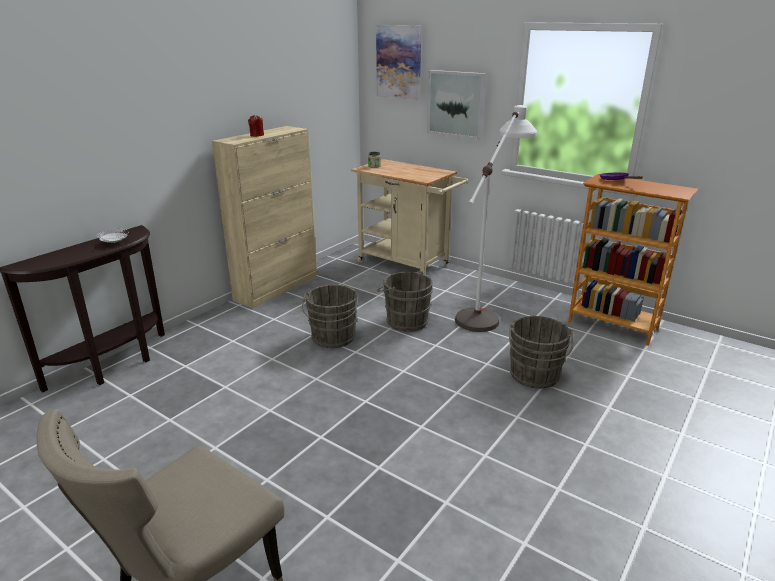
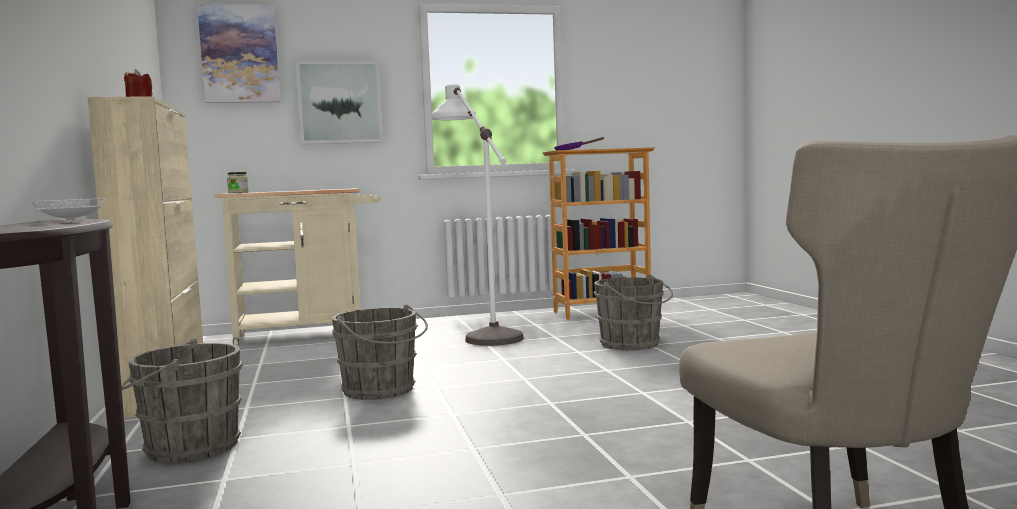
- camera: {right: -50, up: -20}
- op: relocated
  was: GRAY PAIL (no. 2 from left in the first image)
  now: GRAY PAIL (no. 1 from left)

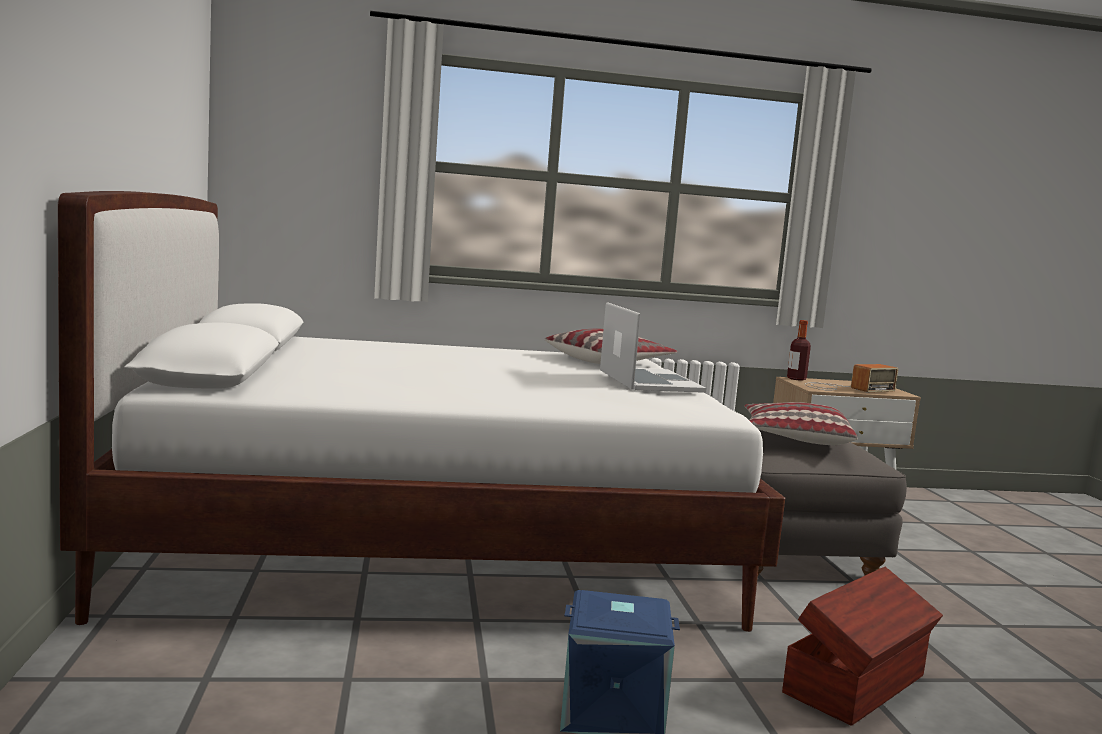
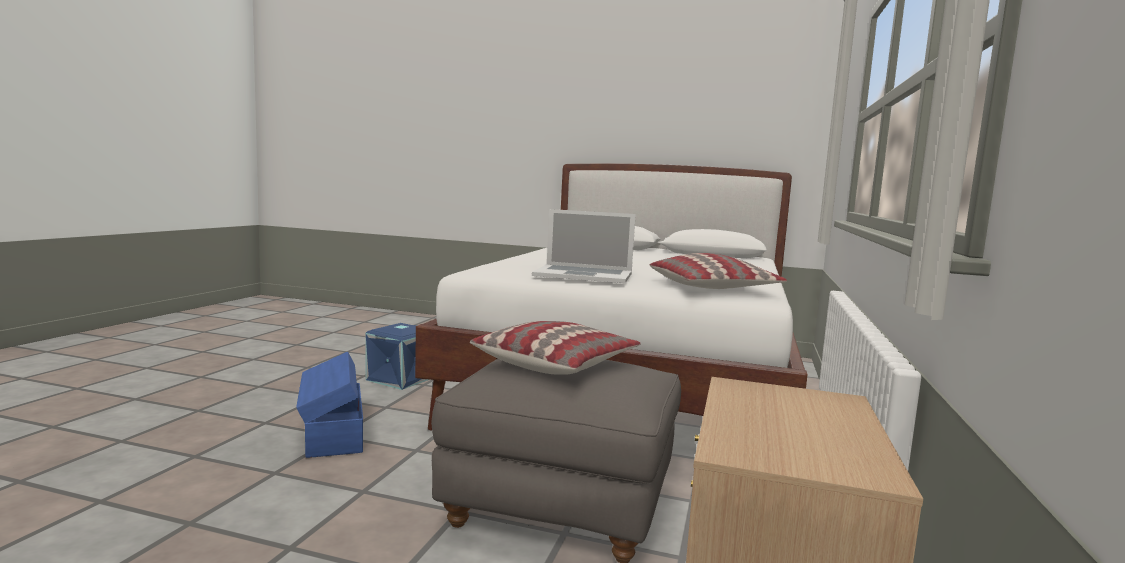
- camera: {right: 115, up: 0}
- op: colour
  was: BROWNISH STORAGE BOX
  now: BLUISH STORAGE BOX (no. 1 from left)
- op: missing
  was: BOTTLE
- op: missing
  was: RADIO RECEIVER

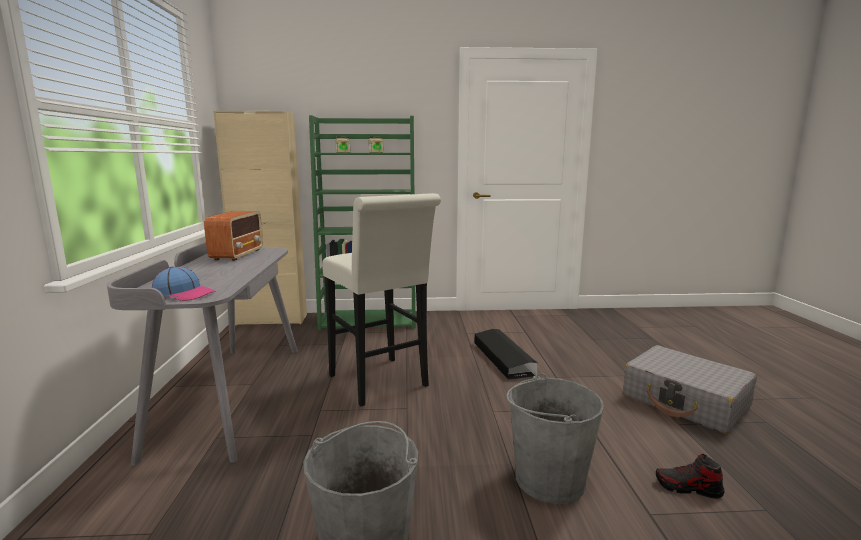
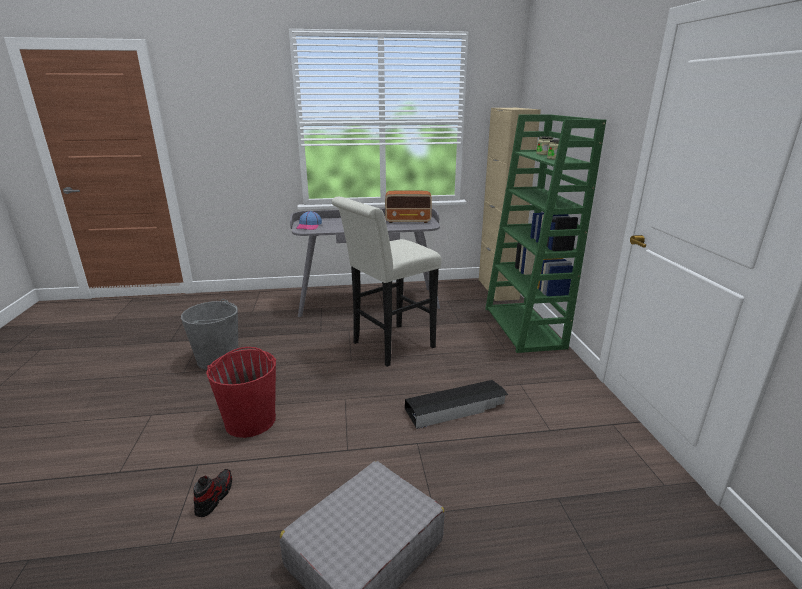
- camera: {right: 85, up: 10}
- op: colour
  was: GRAY PAIL (no. 2 from left)
  now: RED-COLOURED PAIL

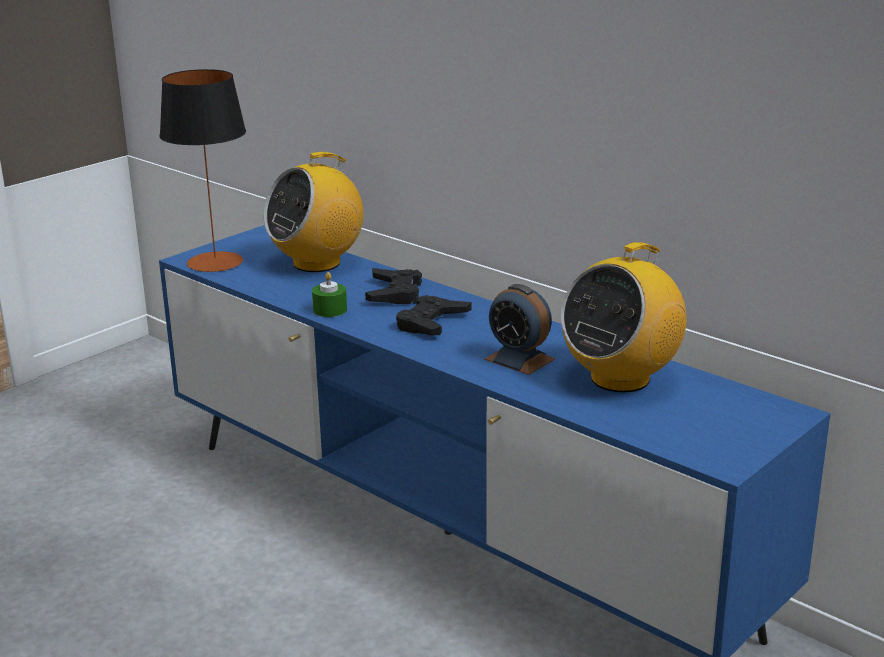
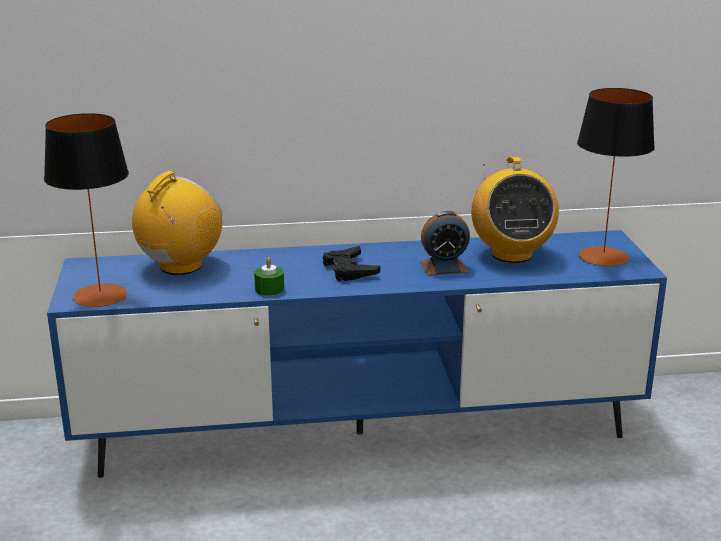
- camera: {right: -50, up: 0}
- op: spun
  was: RADIO RECEIVER (no. 1 from left)
  clockwise: -150
- op: missing
  was: BLACKISH JOYPAD (no. 1 from left)
- op: appeared
  now: TABLETOP LAMP (no. 2 from left)

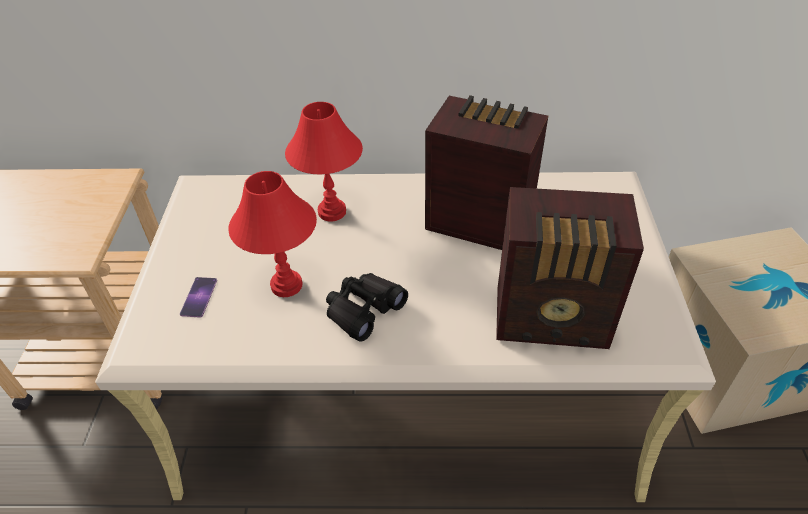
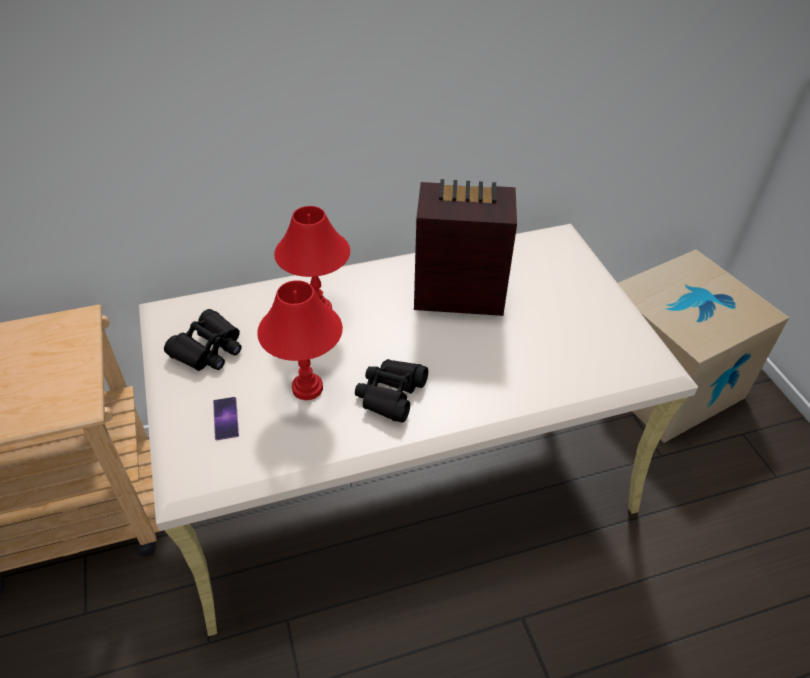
- camera: {right: -20, up: 0}
- op: missing
  was: RADIO RECEIVER (no. 2 from left)
- op: appeared
  now: BLACKISH PAIR OF BINOCULARS (no. 1 from left)

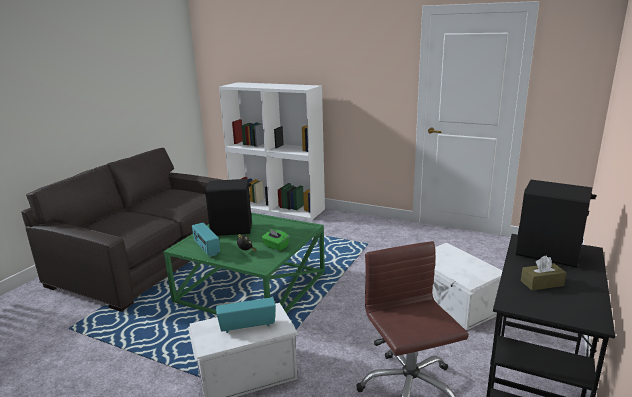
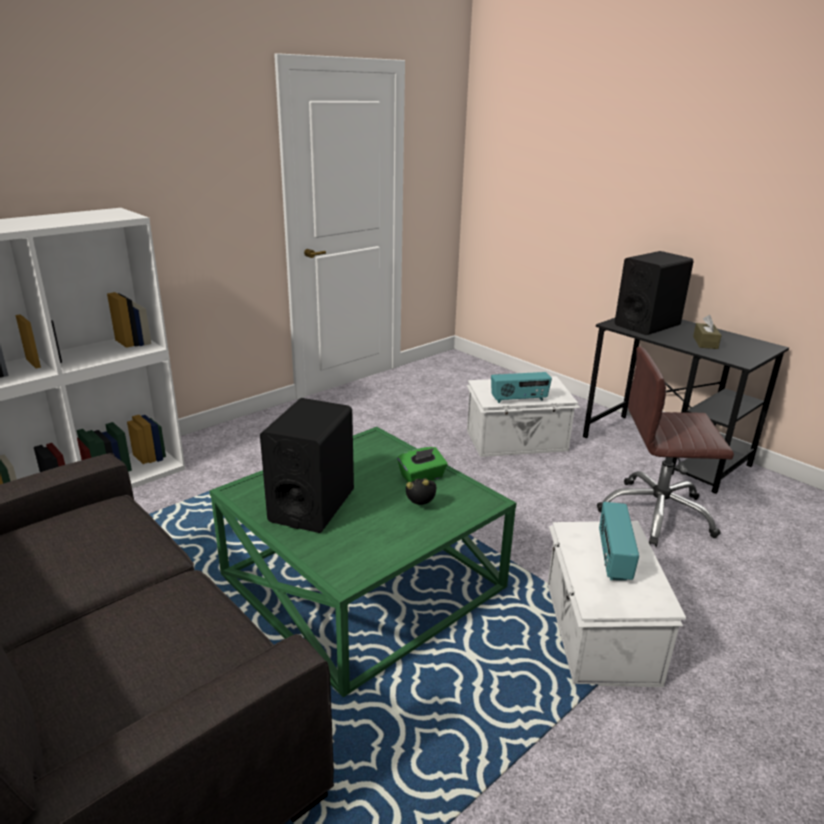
- camera: {right: -70, up: 5}
- op: relocated
  was: RADIO RECEIVER (no. 1 from left)

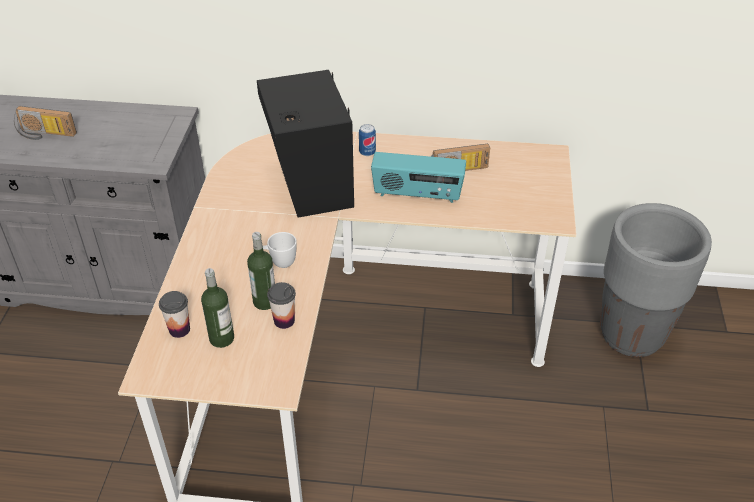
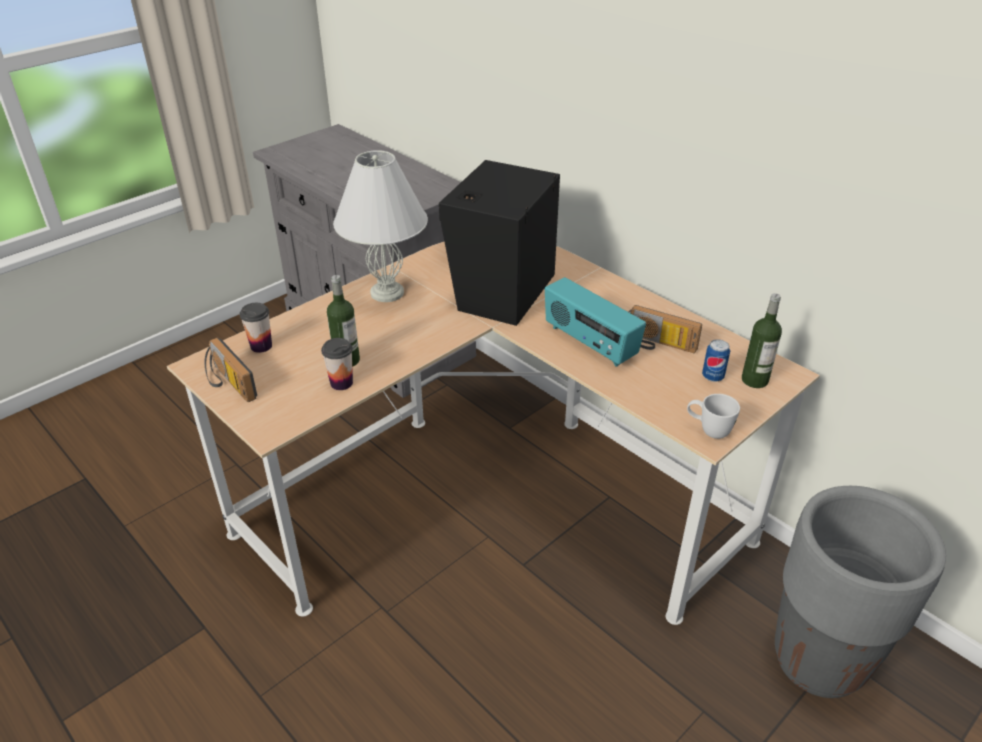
- camera: {right: 40, up: -5}
- op: relocated
  was: RADIO RECEIVER (no. 1 from left)
- op: relocated
  was: BOTTLE (no. 1 from left in the first image)
  now: BOTTLE (no. 2 from left)
- op: relocated
  was: WHITISH COFFEE MUG
- op: relocated
  was: CAN
- op: appeared
  now: WHITISH TABLETOP LAMP

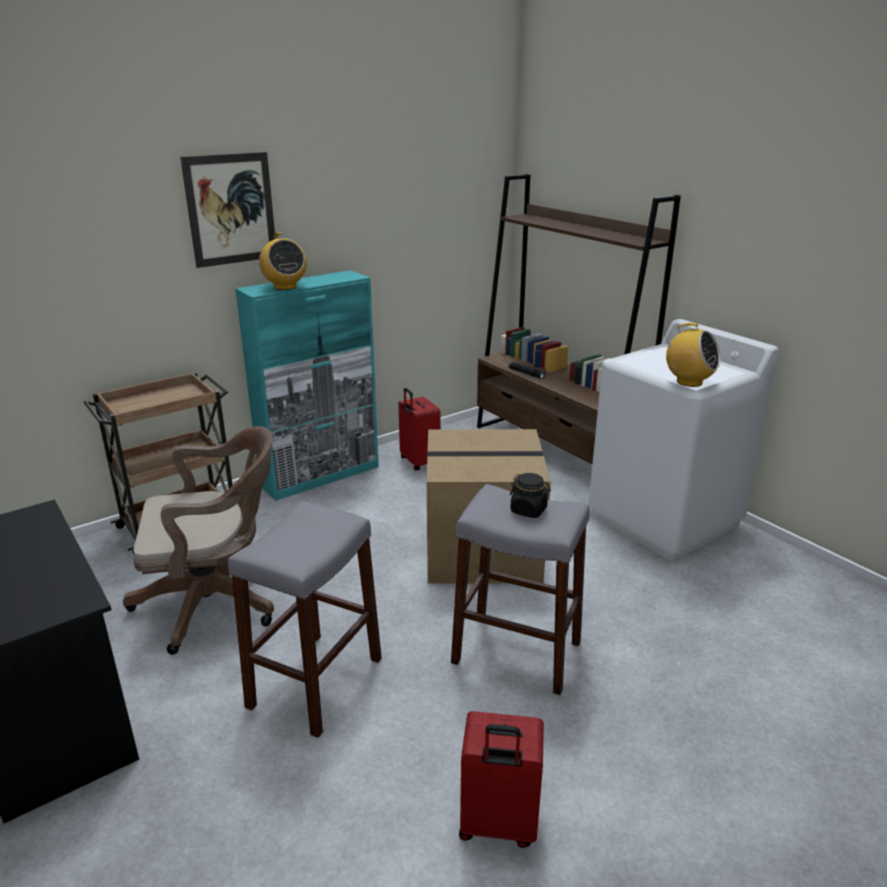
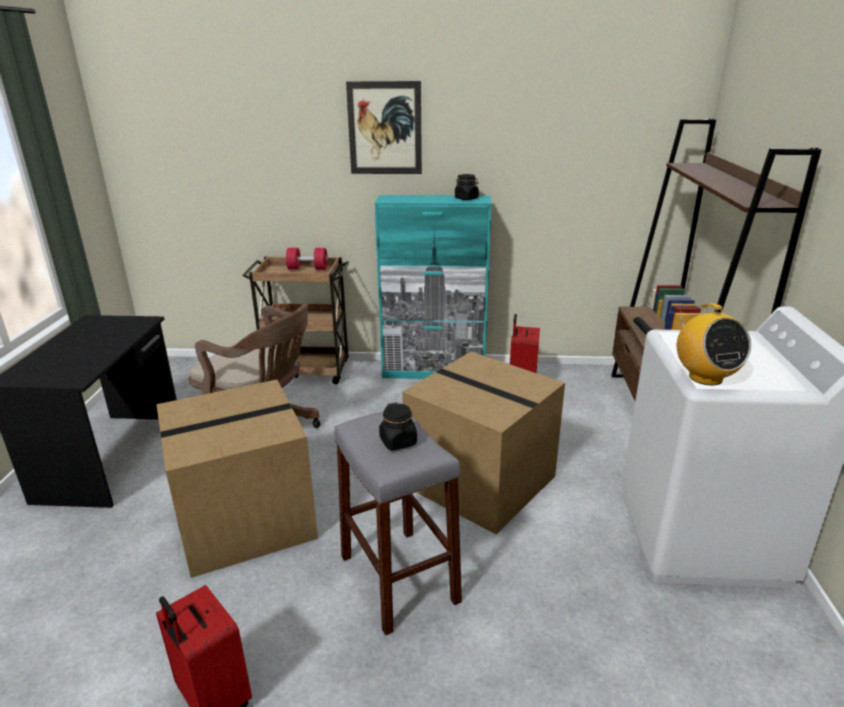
- camera: {right: 40, up: 0}
- op: exchanged
  was: GRAY SITTING STOOL (no. 1 from left)
  now: CARDBOARD BOX (no. 1 from left)
- op: missing
  was: RADIO RECEIVER (no. 1 from left)
- op: appeared
  now: RED-COLOURED HAND WEIGHT
- op: appeared
  now: BLACKISH STORAGE JAR (no. 2 from left)

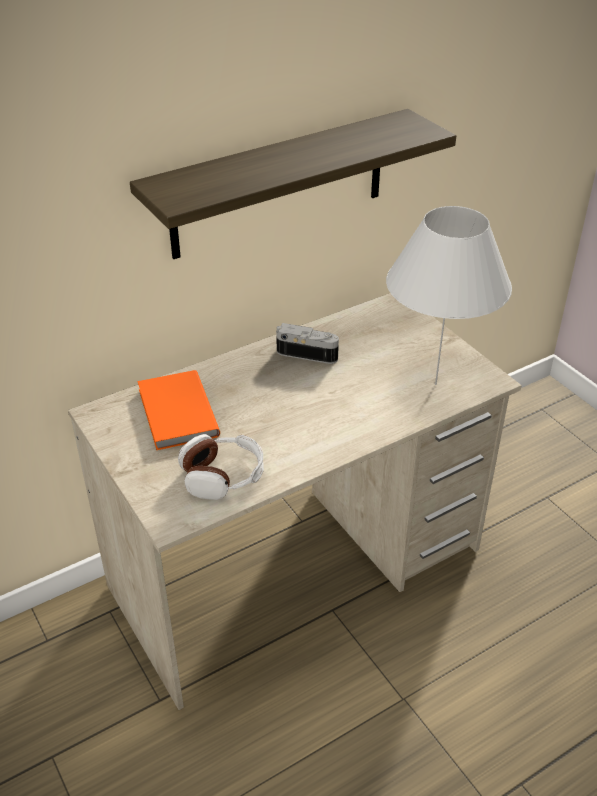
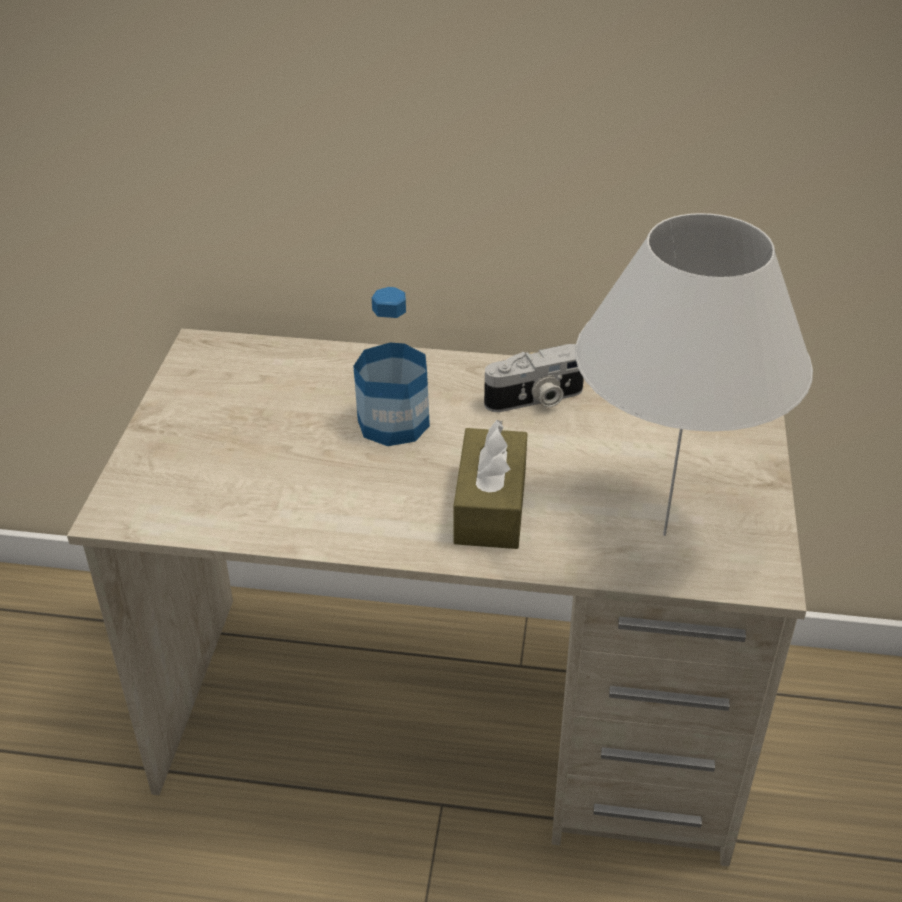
- camera: {right: 40, up: 0}
- op: missing
  was: WALL SHELF
- op: missing
  was: ORANGE BOUND BOOK
- op: missing
  was: PAIR OF HEADPHONES
- op: spun
  was: STILL CAMERA
  clockwise: 105
- op: appeared
  now: BOTTLE
- op: appeared
  now: BROWNISH TISSUE BOX

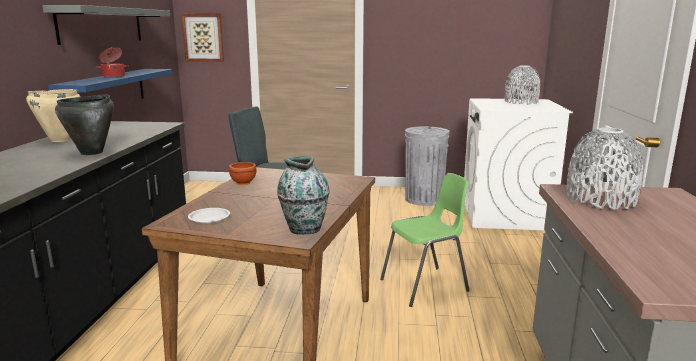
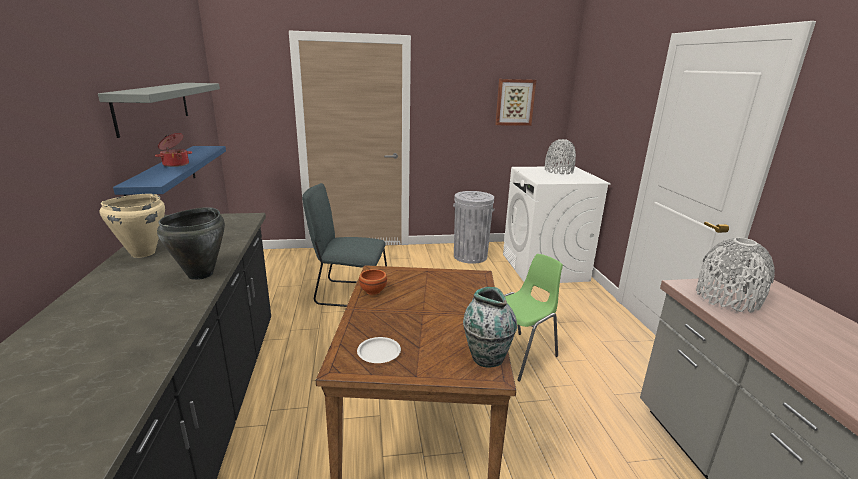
- camera: {right: -15, up: 5}
- op: relocated
  was: WALL ART

